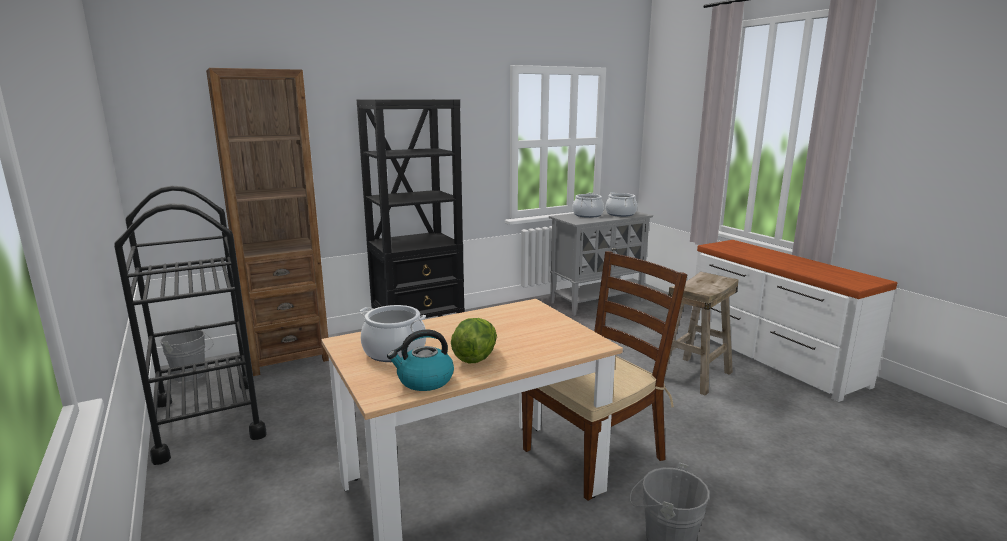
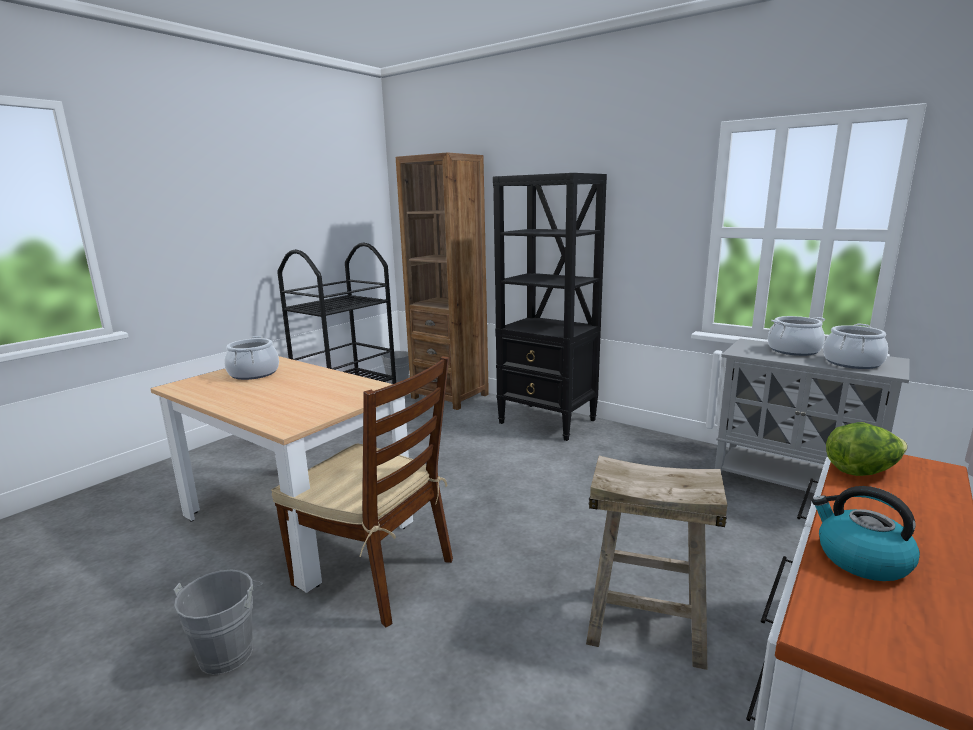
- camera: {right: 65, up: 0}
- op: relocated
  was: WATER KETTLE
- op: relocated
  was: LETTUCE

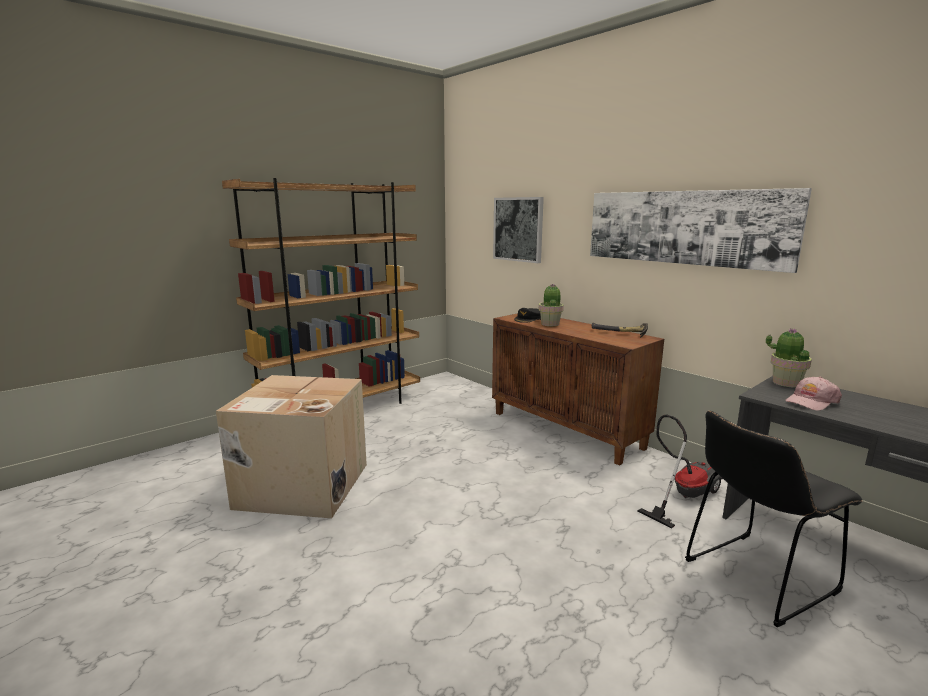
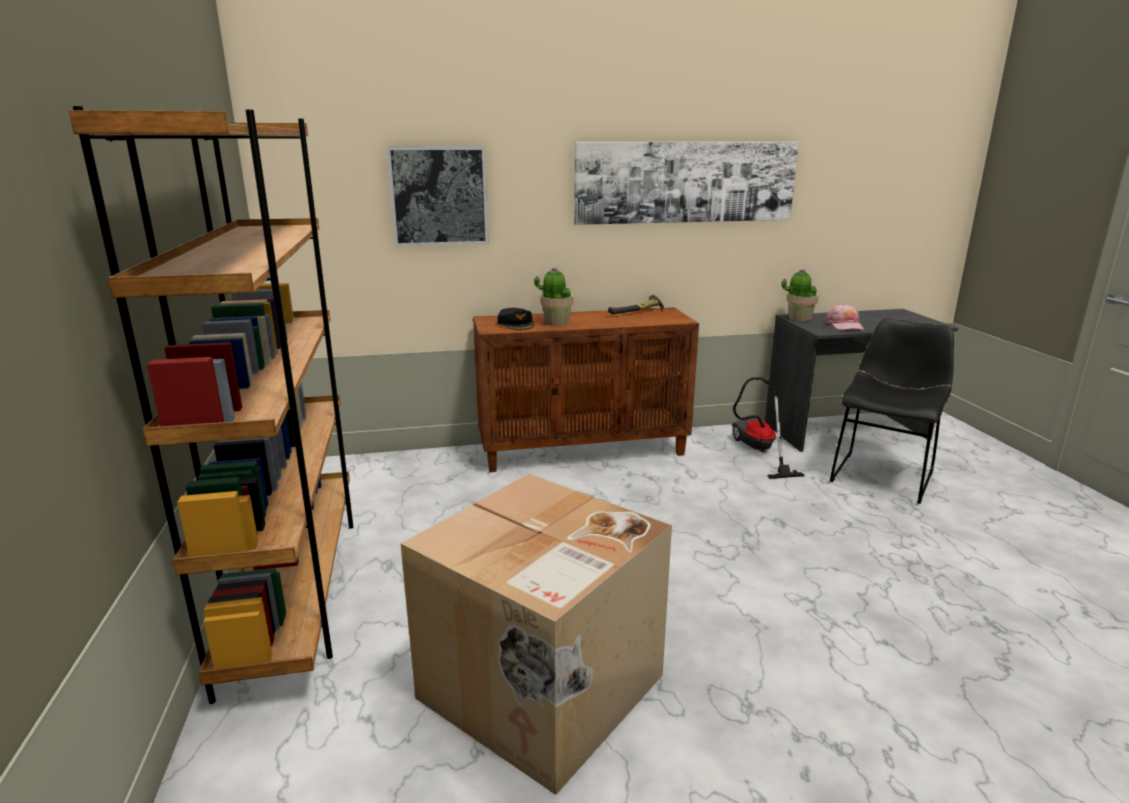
- camera: {right: -60, up: 5}
- op: spun
  was: BLACKISH CHAIR
  clockwise: -150

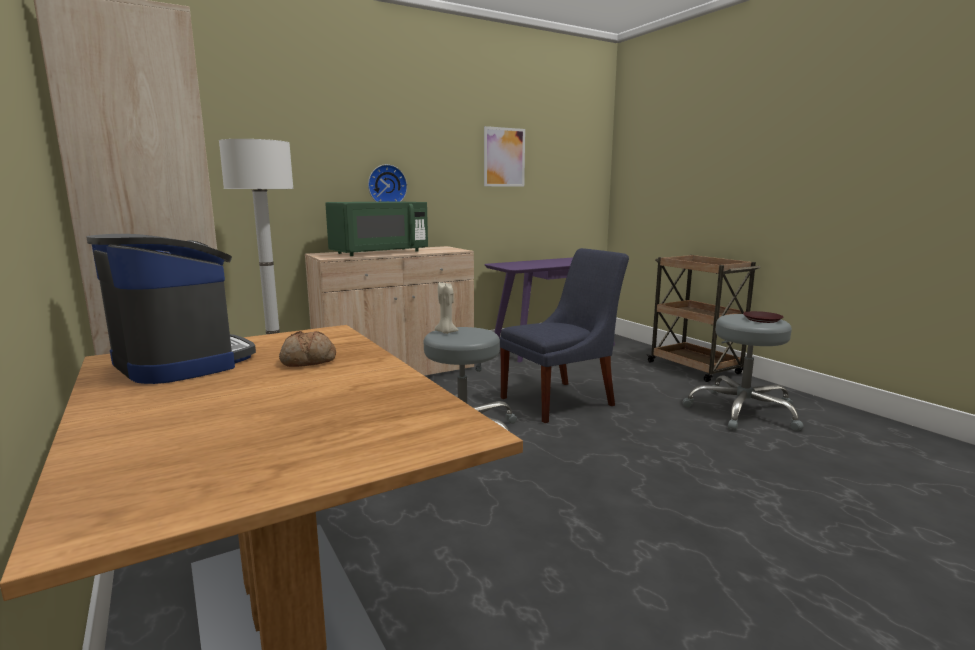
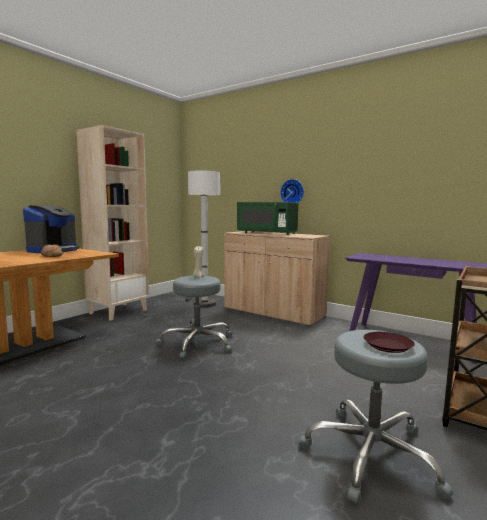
- camera: {right: 65, up: -5}
- op: missing
  was: WALL ART
- op: missing
  was: BLUISH CHAIR

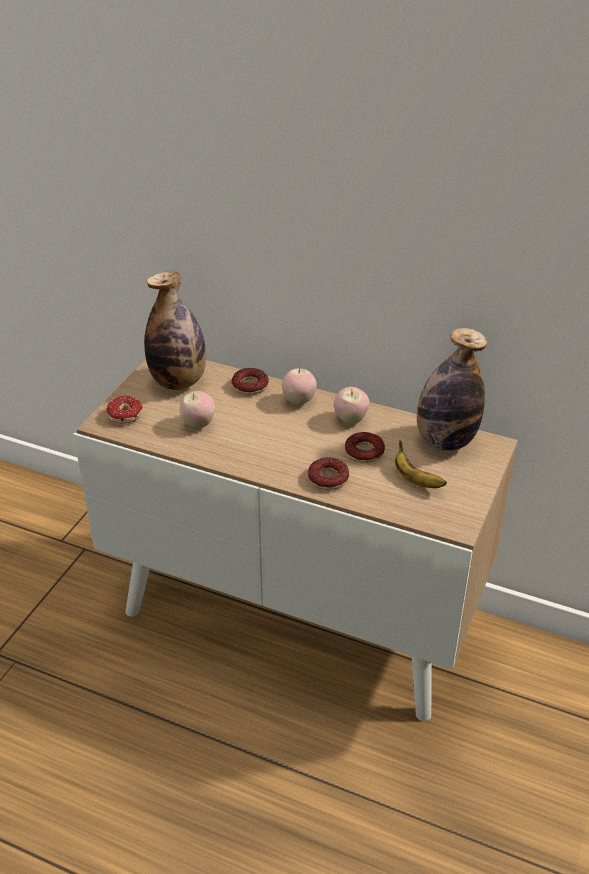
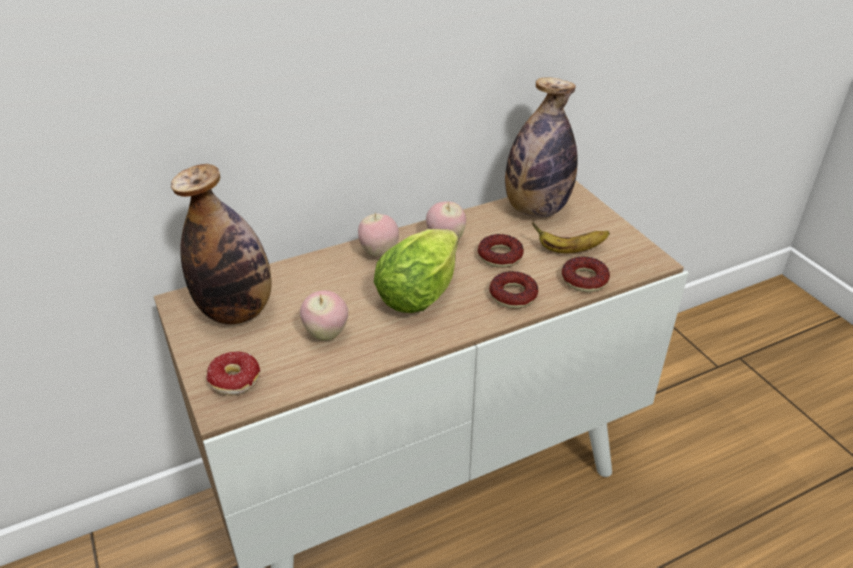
- camera: {right: -50, up: 0}
- op: relocated
  was: DONUT (no. 2 from left in the first image)
  now: DONUT (no. 4 from left)
- op: appeared
  now: LETTUCE

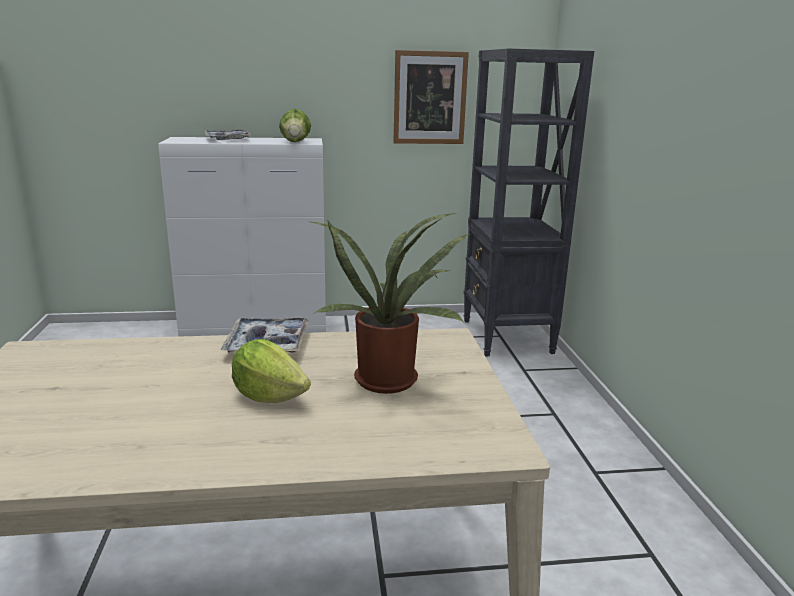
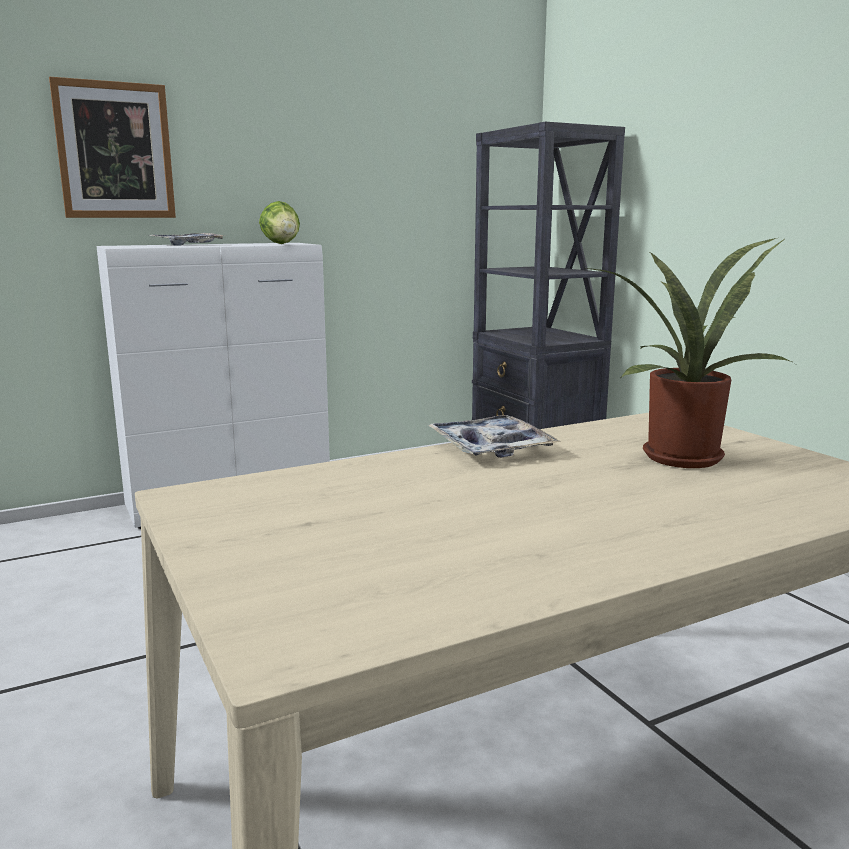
- camera: {right: -20, up: -5}
- op: missing
  was: LETTUCE (no. 1 from left)
- op: relocated
  was: WALL ART

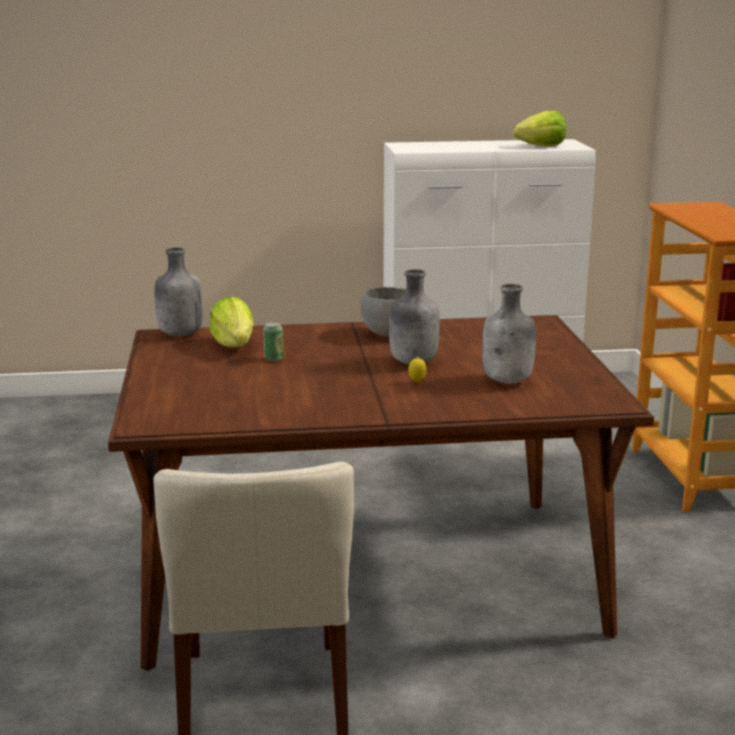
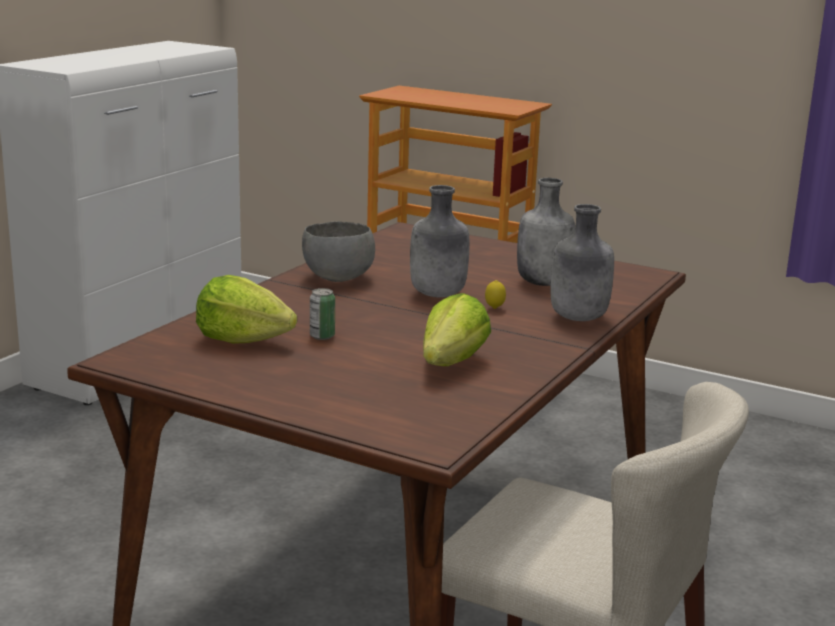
- camera: {right: -55, up: 0}
- op: relocated
  was: GRAY BOTTLE (no. 1 from left in the first image)
  now: GRAY BOTTLE (no. 3 from left)
- op: relocated
  was: LETTUCE (no. 2 from left)

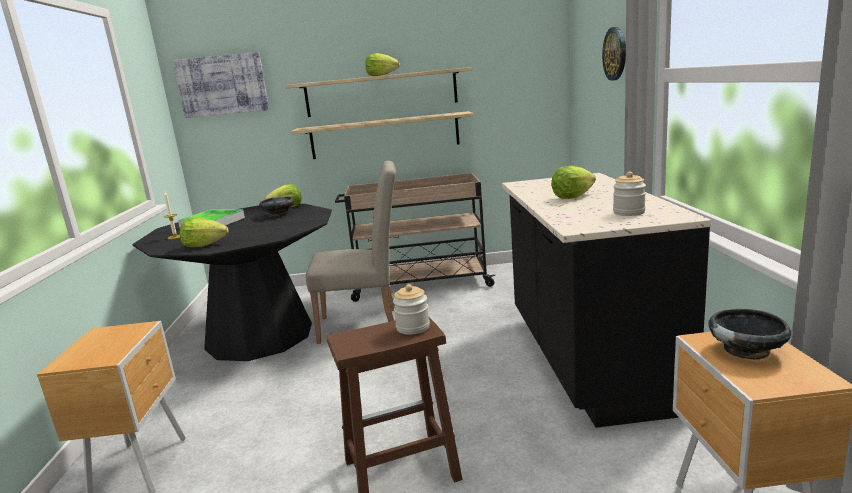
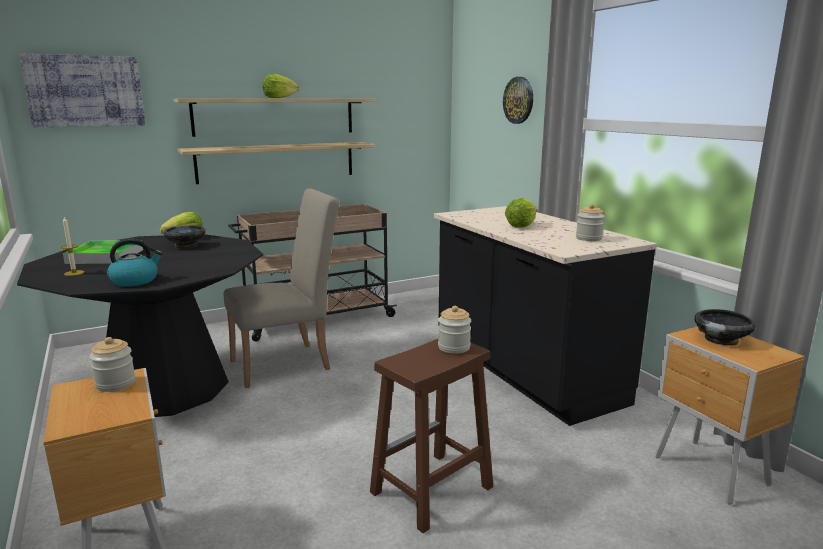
- camera: {right: -25, up: 0}
- op: exchanged
  was: LETTUCE (no. 1 from left)
  now: WATER KETTLE
- op: appeared
  now: STORAGE JAR (no. 1 from left)

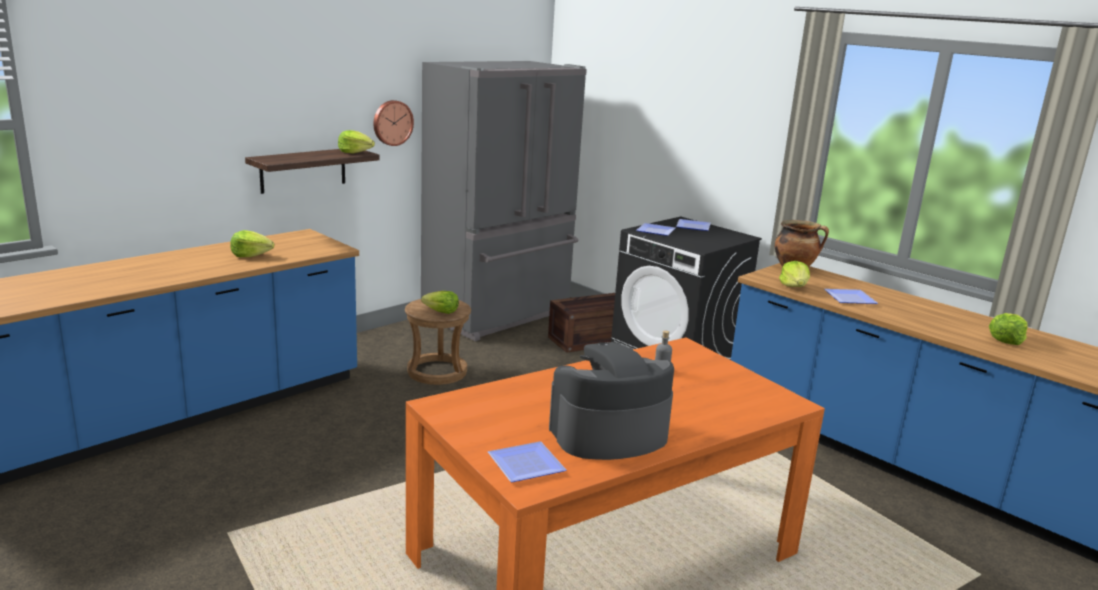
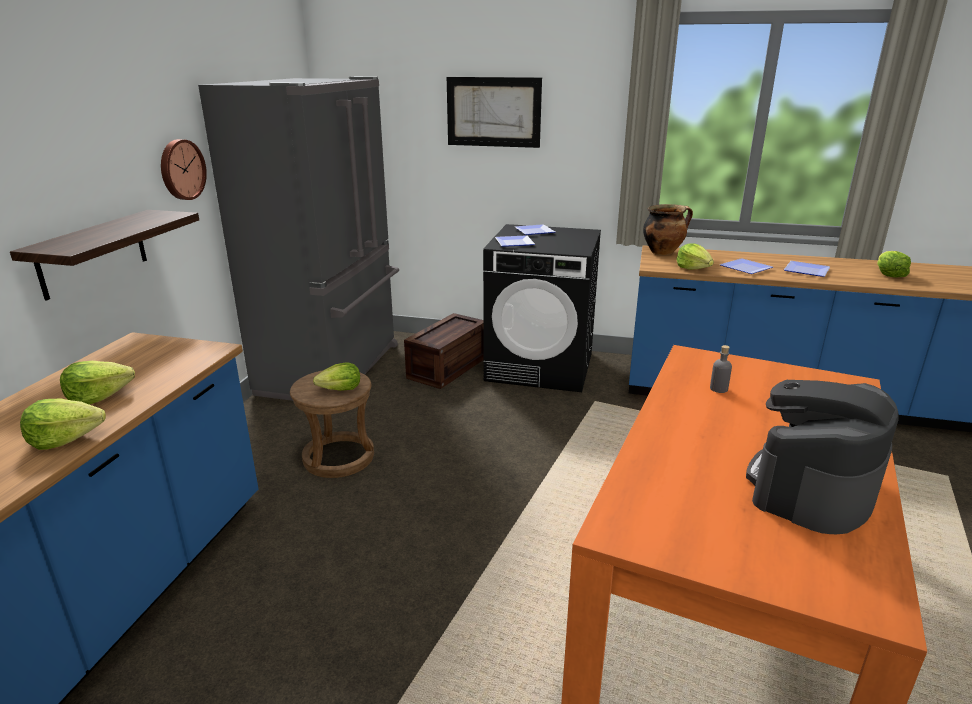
- camera: {right: -30, up: 5}
- op: relocated
  was: LETTUCE (no. 2 from left in the first image)
  now: LETTUCE (no. 1 from left)
- op: relocated
  was: DINNER PLATE (no. 1 from left in the first image)
  now: DINNER PLATE (no. 4 from left)
- op: appeared
  now: WALL ART

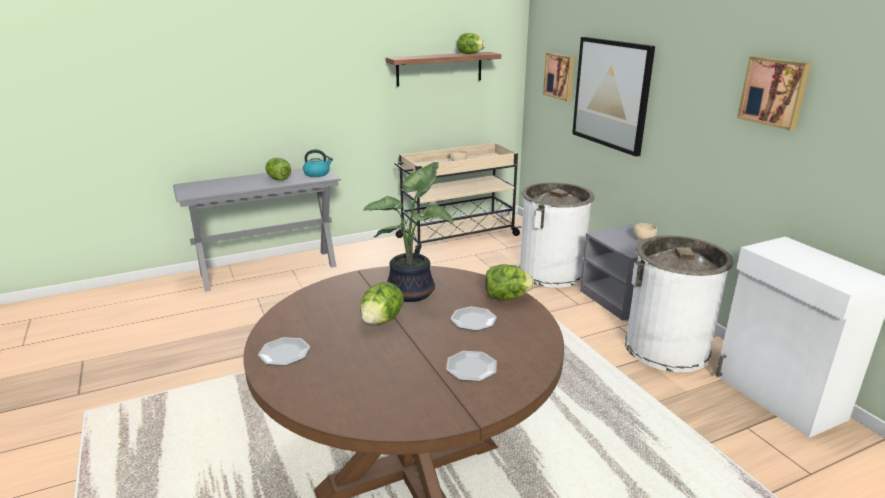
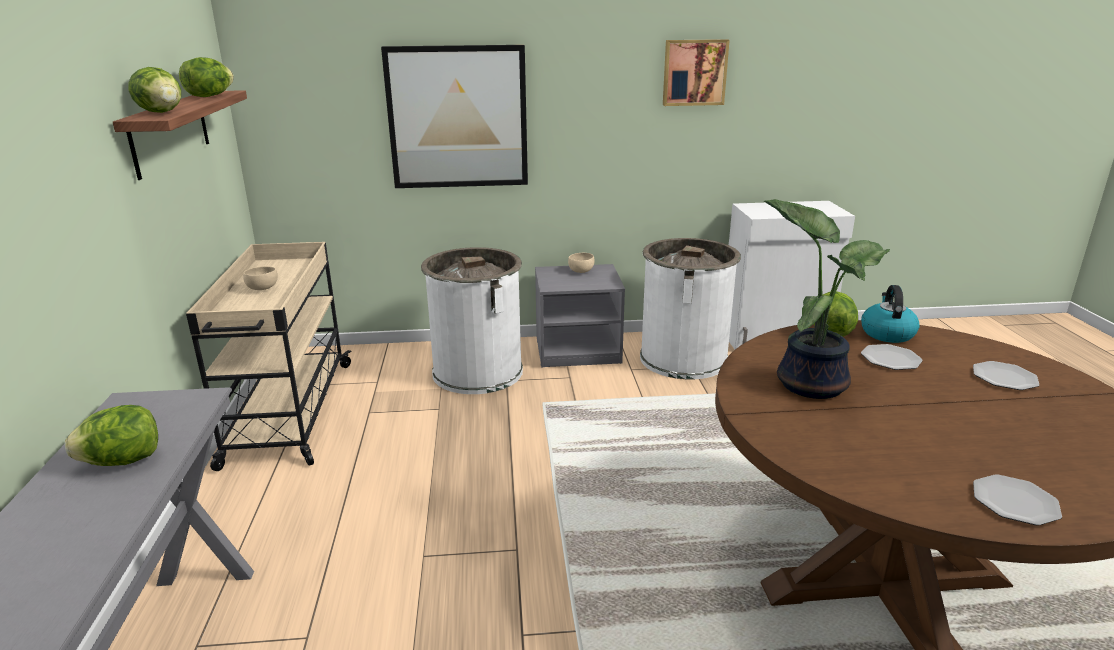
- camera: {right: -70, up: 0}
- op: relocated
  was: WATER KETTLE
- op: relocated
  was: LETTUCE (no. 2 from left)
- op: missing
  was: WALL ART (no. 1 from left)

